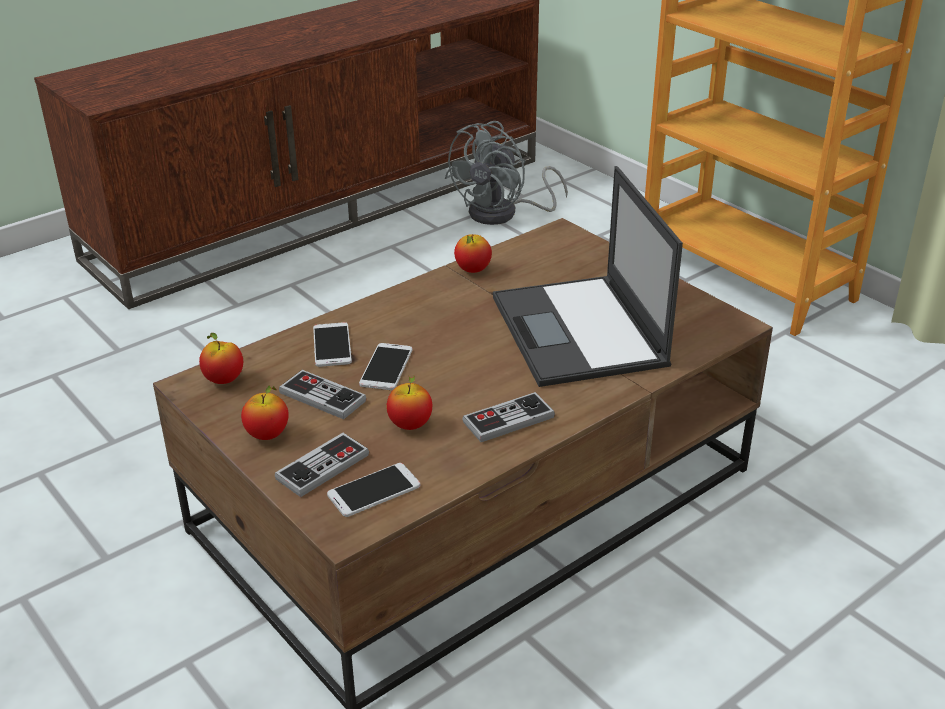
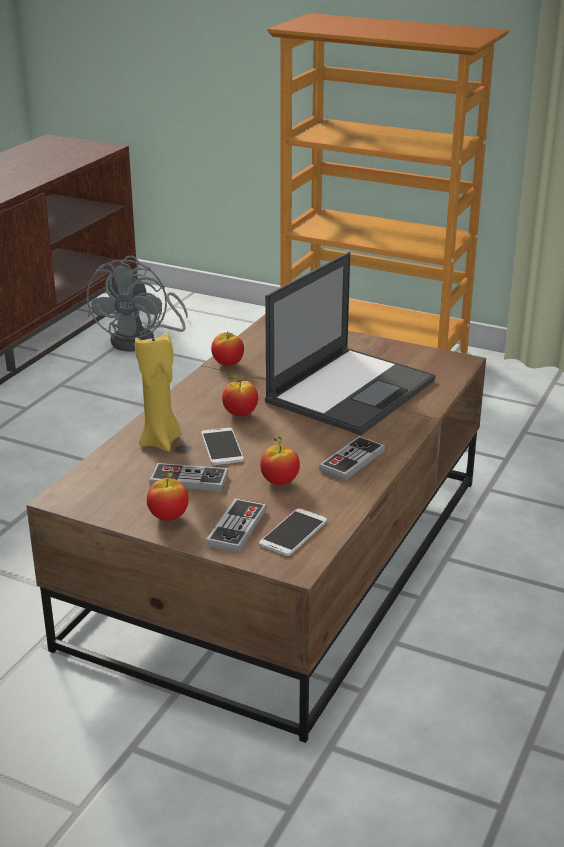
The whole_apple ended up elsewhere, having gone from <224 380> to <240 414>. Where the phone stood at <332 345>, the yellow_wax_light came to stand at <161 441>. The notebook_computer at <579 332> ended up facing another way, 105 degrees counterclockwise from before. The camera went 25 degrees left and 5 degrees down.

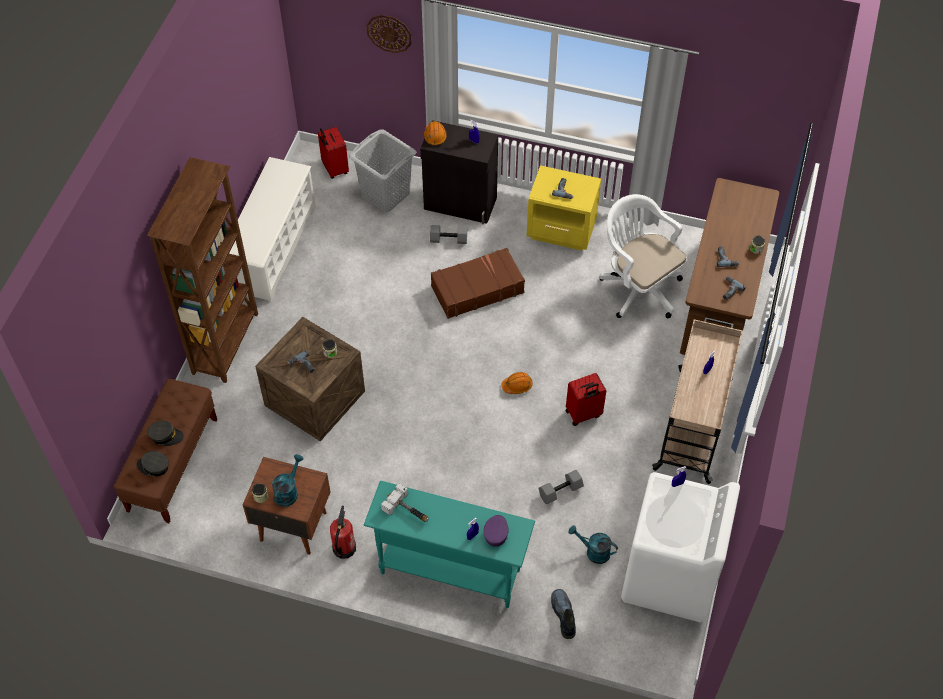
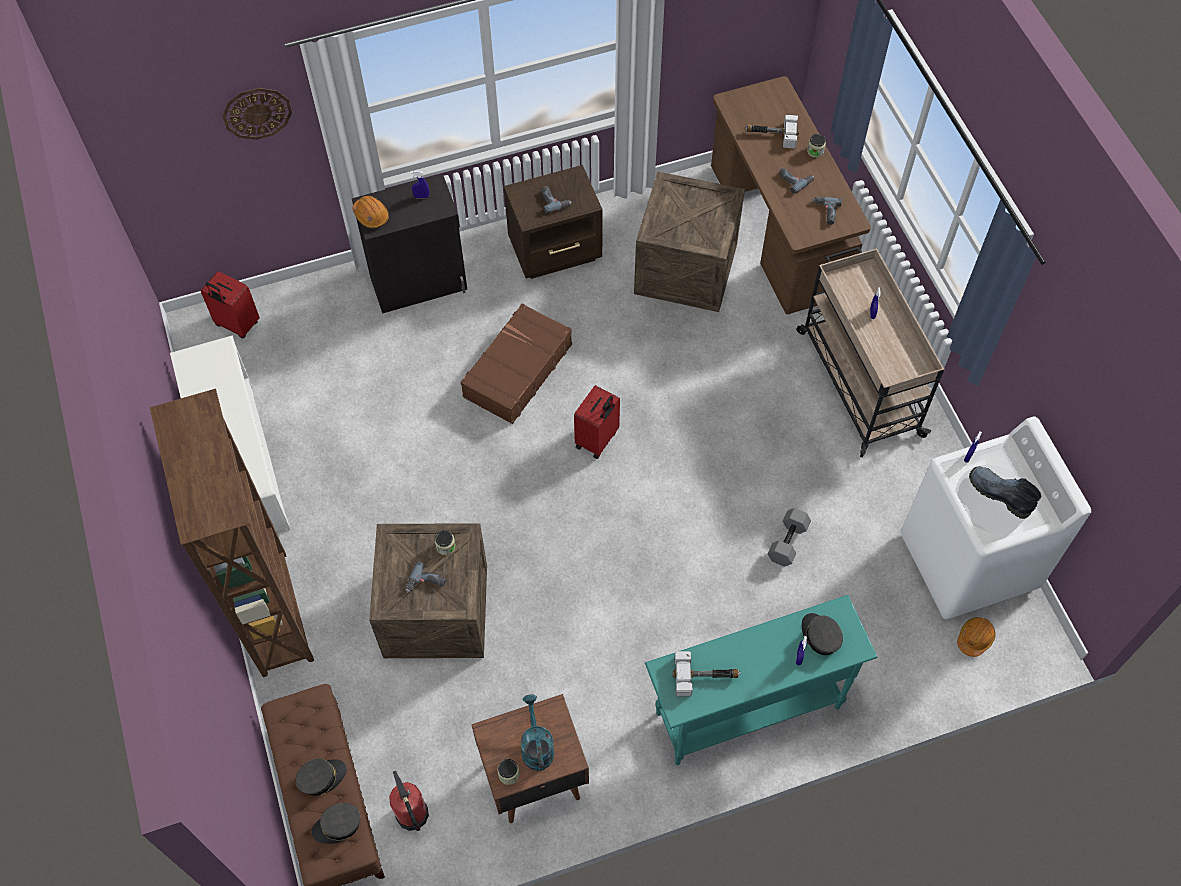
The second view lost the gray_washing_basket at <385 195>. The second view lost the gray_dumbbell at <449 239>. The second view lost the turquoise-coloured_watering_pot at <593 551>. The second view gained the hammer at <771 134>. The extinguisher ended up elsewhere, having gone from <344 548> to <412 815>. The orangey_work_helmet ended up elsewhere, having gone from <517 386> to <975 638>. The tall_boot ended up elsewhere, having gone from <563 614> to <998 494>. The reddish_piece_of_luggage ended up elsewhere, having gone from <583 414> to <597 440>. Where the white_desk_chair stood at <637 287>, the crate came to stand at <685 267>. What was the purple-coloured_cap at <496 532> turned into the gray_cap at <820 636>. What was the yellow_nightstand at <562 231> turned into the brown_nightstand at <556 251>. The camera went 35 degrees left and 5 degrees up.

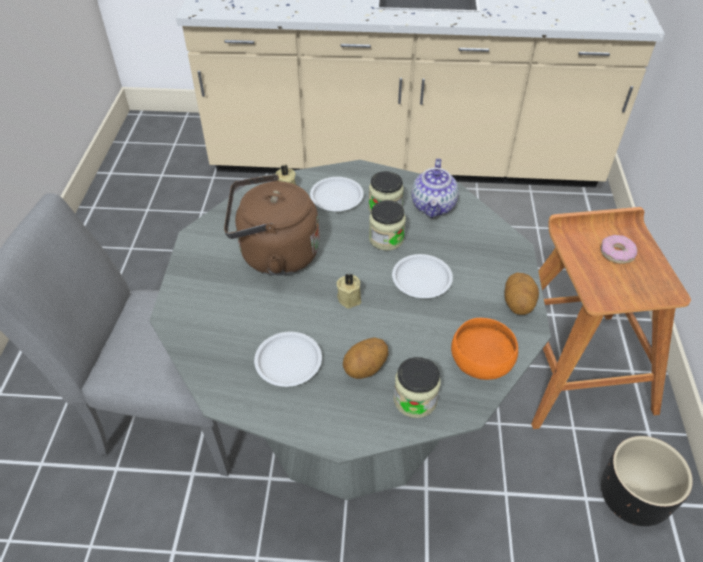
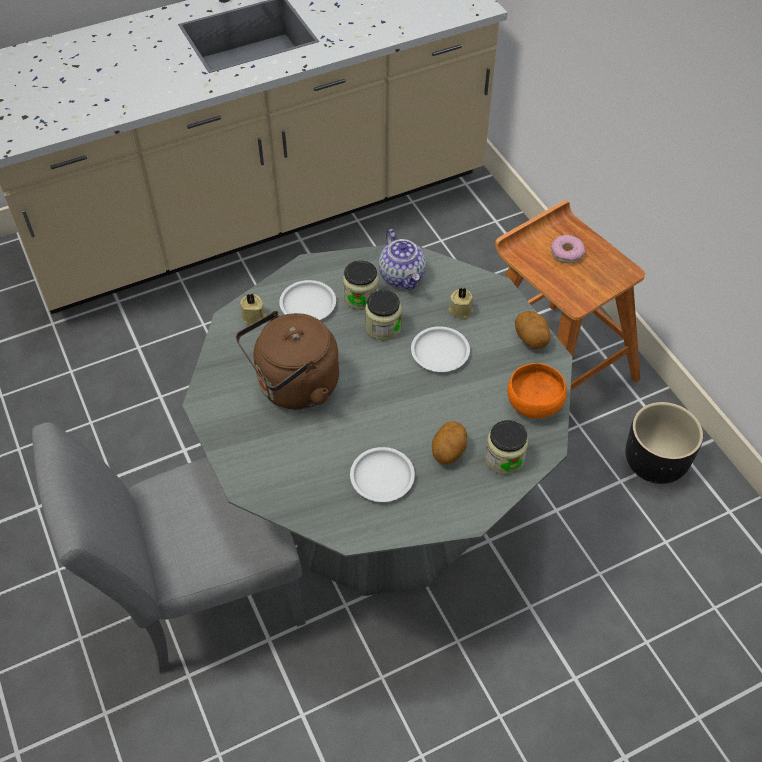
The sand-coloured_wax_light ended up elsewhere, having gone from <350 297> to <460 309>. The camera went 30 degrees left and 5 degrees up.

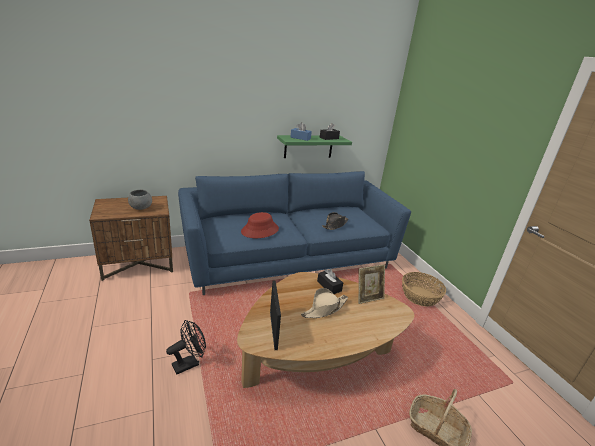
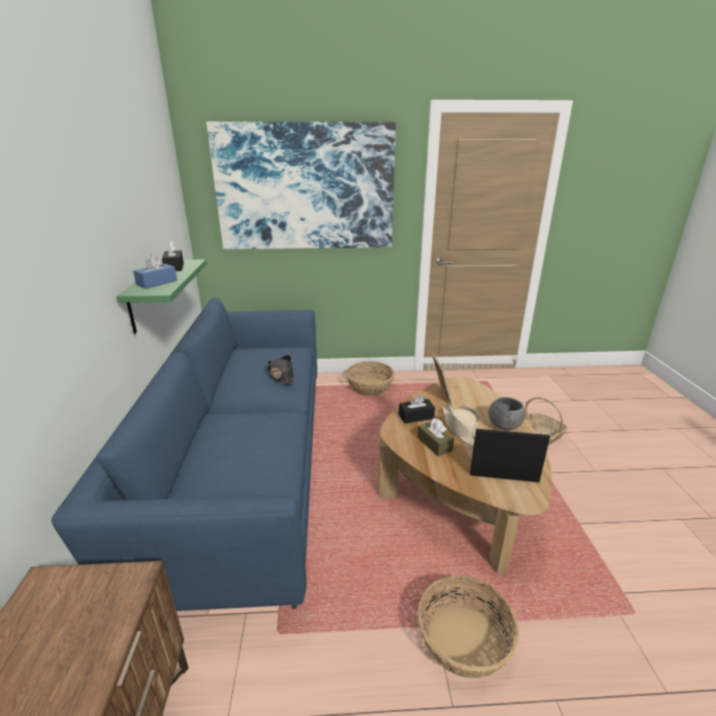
The second view lost the reddish_wearable_hat at <260 230>. The second view gained the picture at <305 188>. The second view gained the brown_tissue_holder at <434 444>. The gray_deep_dish ended up elsewhere, having gone from <140 208> to <504 426>. Where the black_fan stood at <189 363>, the storage_basket came to stand at <463 640>. The camera went 70 degrees left and 0 degrees up.

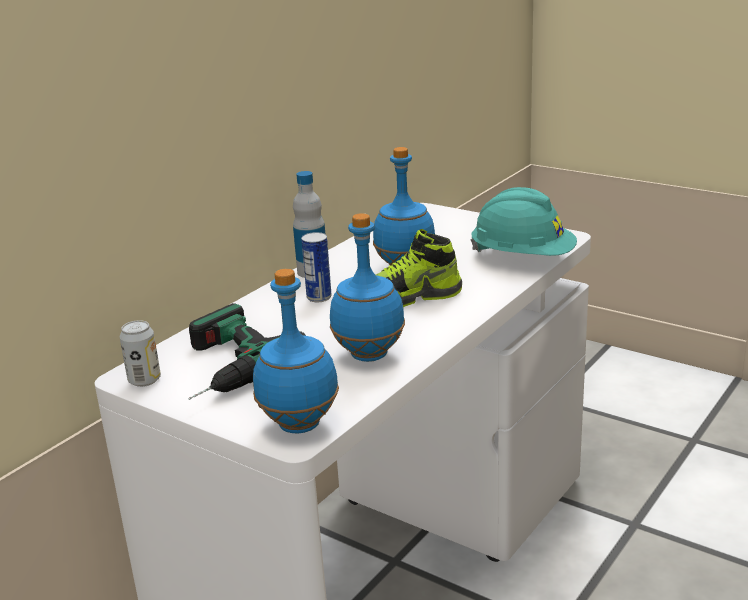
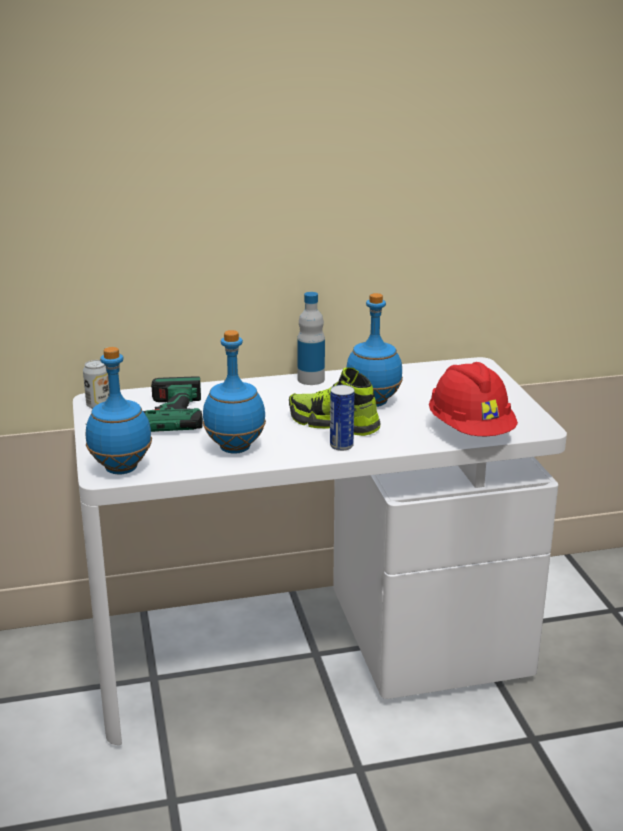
The can ended up elsewhere, having gone from <319 297> to <341 446>. What was the turquoise-coloured_work_helmet at <523 258> turned into the reddish_work_helmet at <470 431>. The camera went 40 degrees right and 0 degrees up.

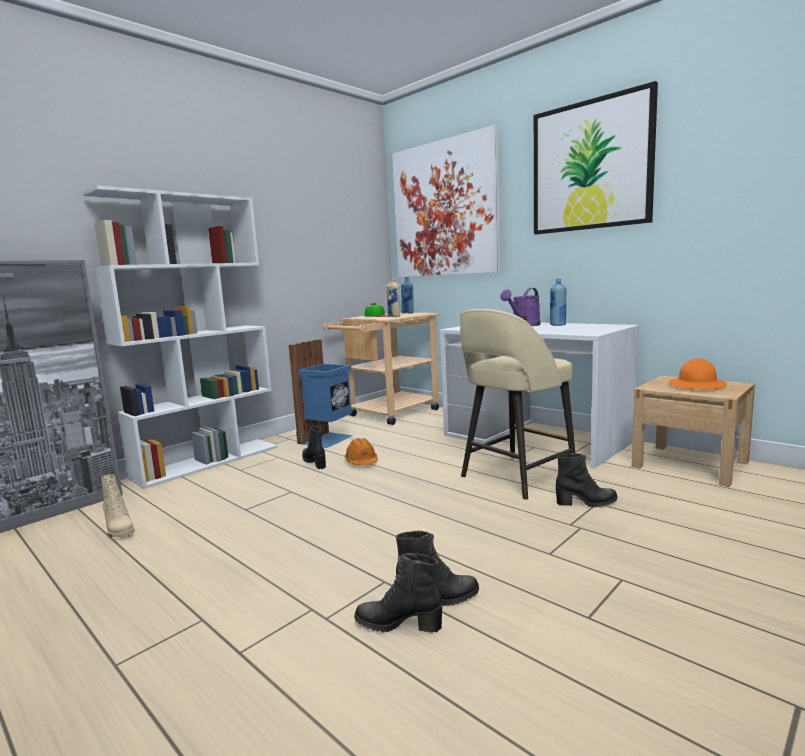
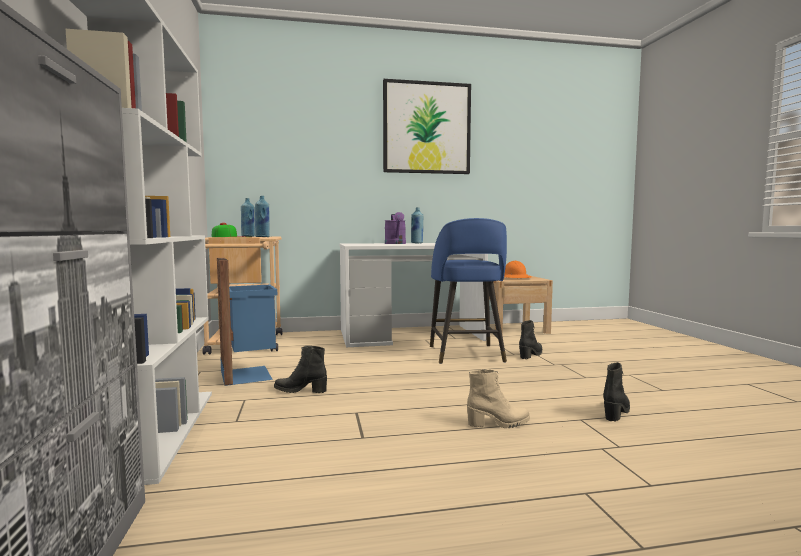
The second view lost the orangey_work_helmet at <361 462>. The second view lost the black_tall_boot at <398 624>. The second view lost the picture at <445 209>. The sand-coloured_tall_boot ended up elsewhere, having gone from <118 529> to <498 424>. What was the sand-coloured_bottle at <394 317> turned into the blue_bottle at <262 237>. What was the sand-coloured_stool at <515 477> turned into the blue_stool at <466 355>. The camera went 55 degrees left and 5 degrees down.

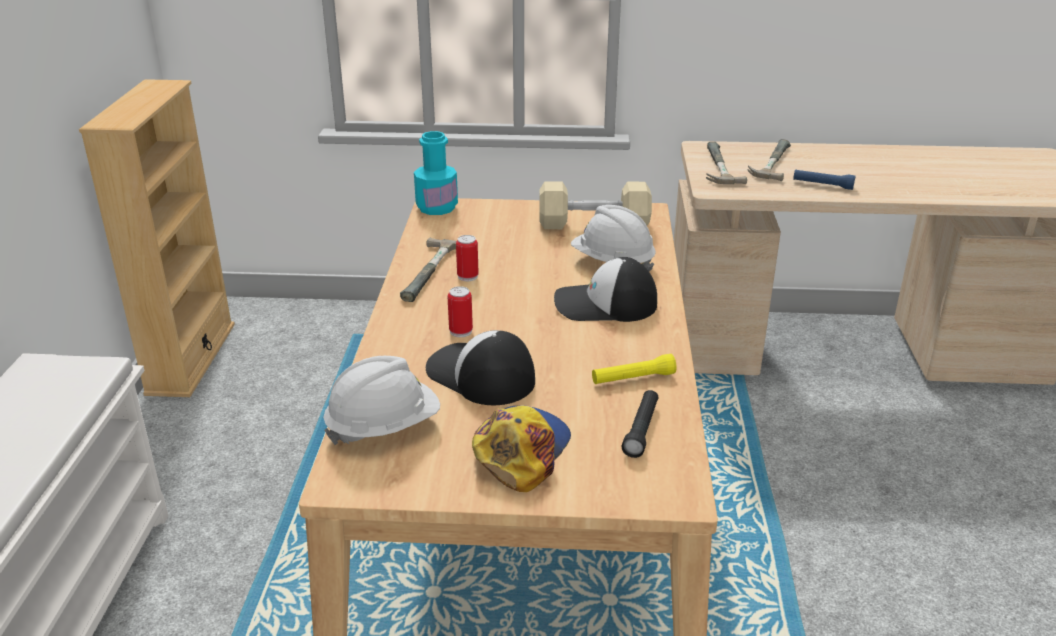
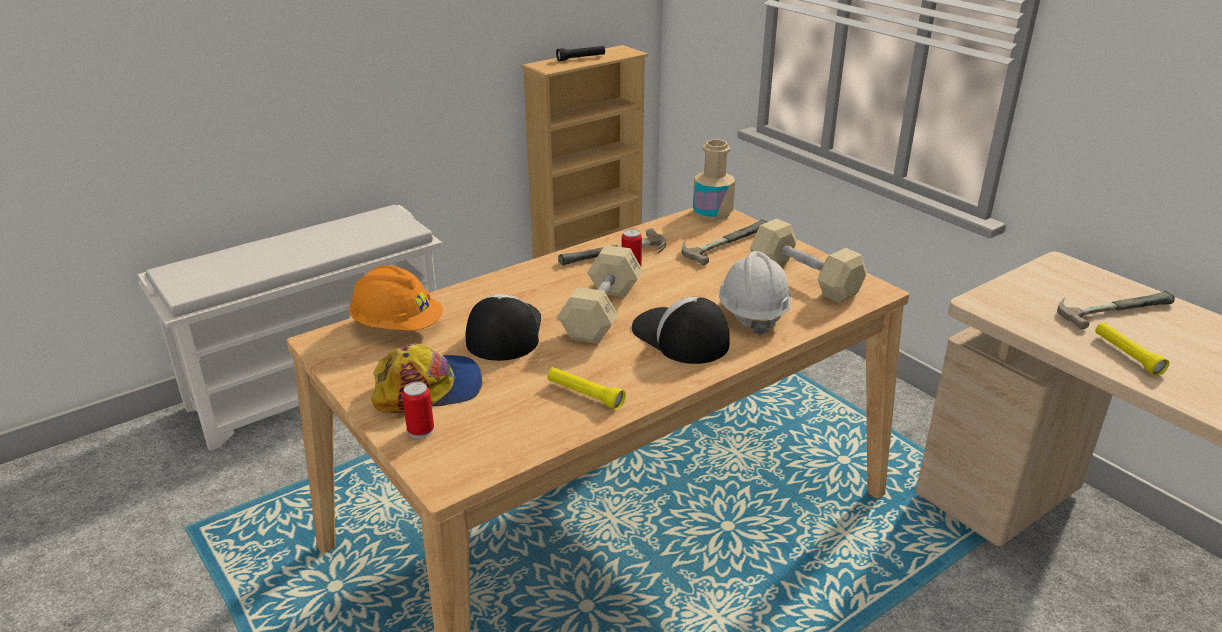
The second view gained the sand-coloured_dumbbell at <602 312>. The can ended up elsewhere, having gone from <461 331> to <420 431>. The black_hand_torch ended up elsewhere, having gone from <641 430> to <581 58>. The hammer ended up elsewhere, having gone from <714 167> to <722 242>. What was the white_work_helmet at <383 427> turned into the orangey_work_helmet at <397 327>. What was the turquoise-coloured_bottle at <437 207> turned into the sand-coloured_bottle at <712 213>. What was the blue_hand_torch at <822 185> turned into the yellow_hand_torch at <1127 355>. The camera went 50 degrees right and 0 degrees up.

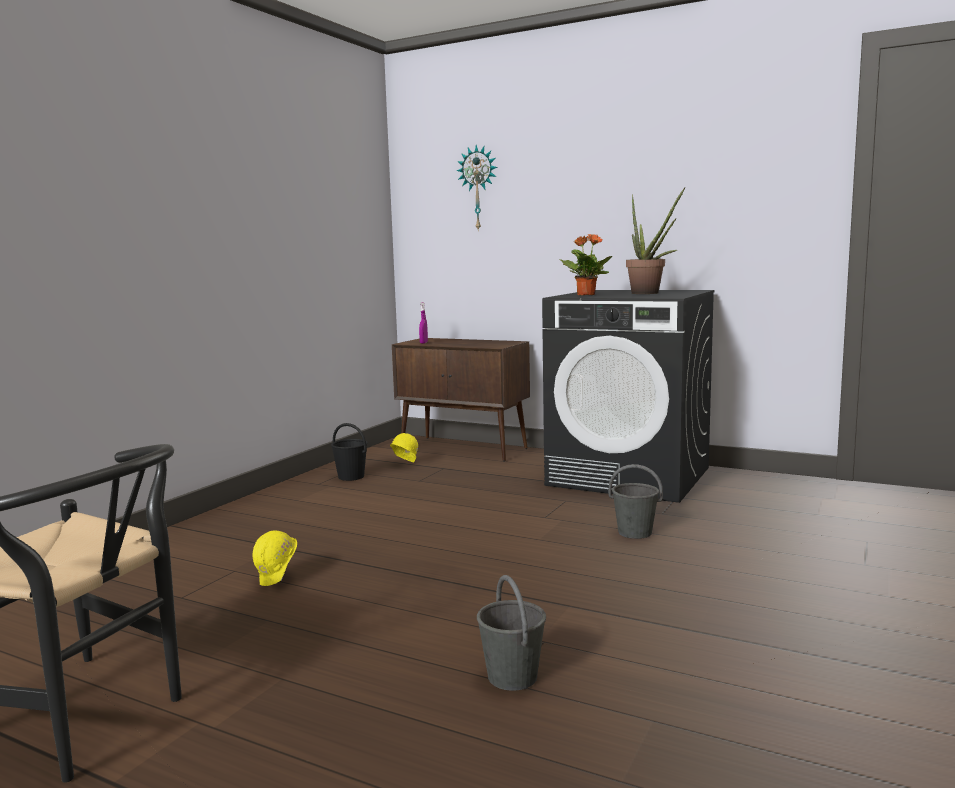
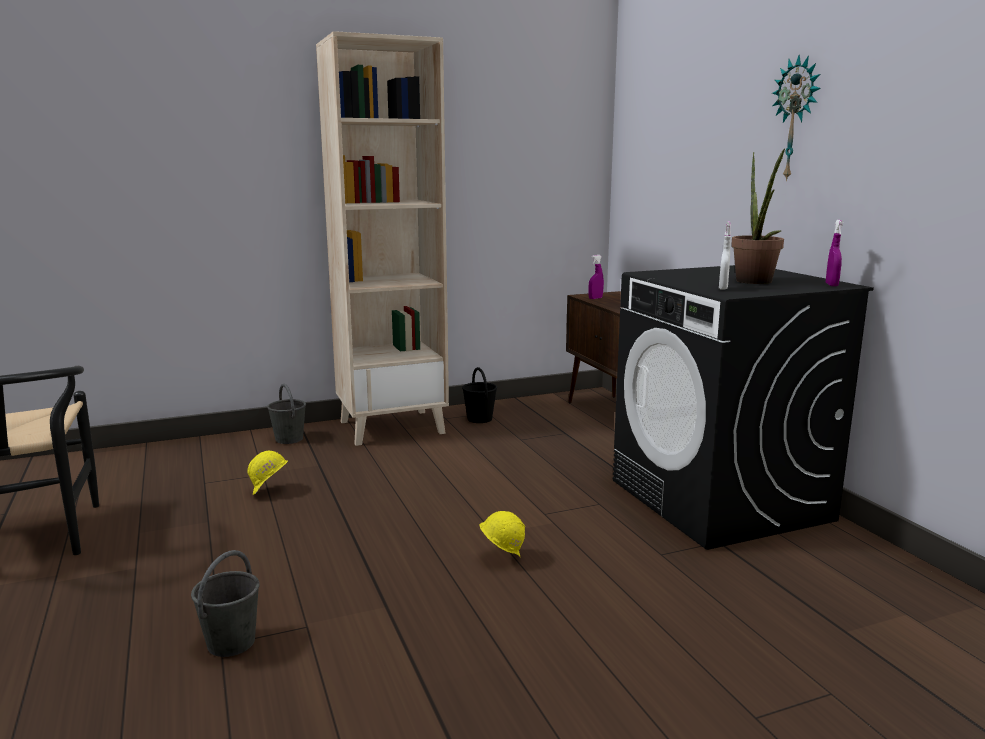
The second view lost the plant_in_a_pot at <586 294>. The second view gained the sand-coloured_bookshelf at <392 427>. The second view gained the white_spray_bottle at <723 288>. The second view gained the purple-coloured_spray_bottle at <831 285>. The yellow_work_helmet ended up elsewhere, having gone from <404 465> to <501 557>. The clock_on_the_wall ended up elsewhere, having gone from <478 188> to <796 119>. The gray_pail ended up elsewhere, having gone from <635 532> to <289 439>. The camera went 40 degrees right and 5 degrees up.

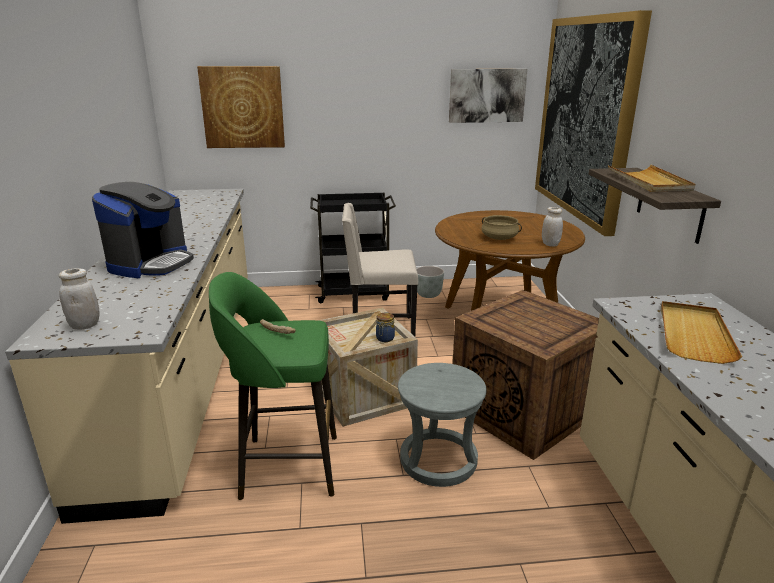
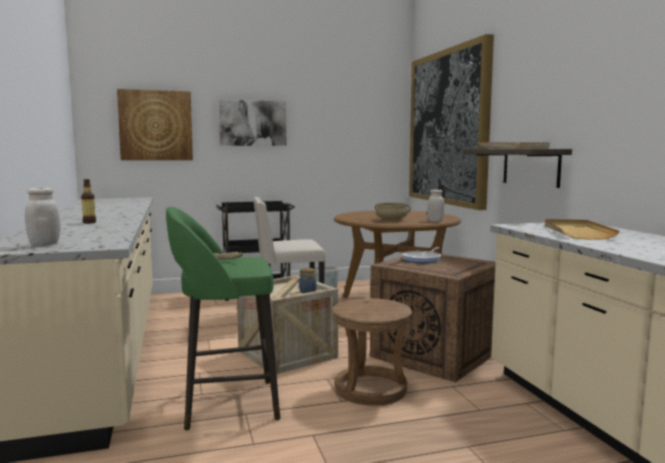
The second view gained the frying_pan at <422 259>. The picture ended up elsewhere, having gone from <487 95> to <252 123>. Where the coffee_maker stood at <151 264>, the bottle came to stand at <89 222>. What was the gray_stool at <438 460> turned into the brown_stool at <371 389>. The camera went 10 degrees left and 15 degrees down.

